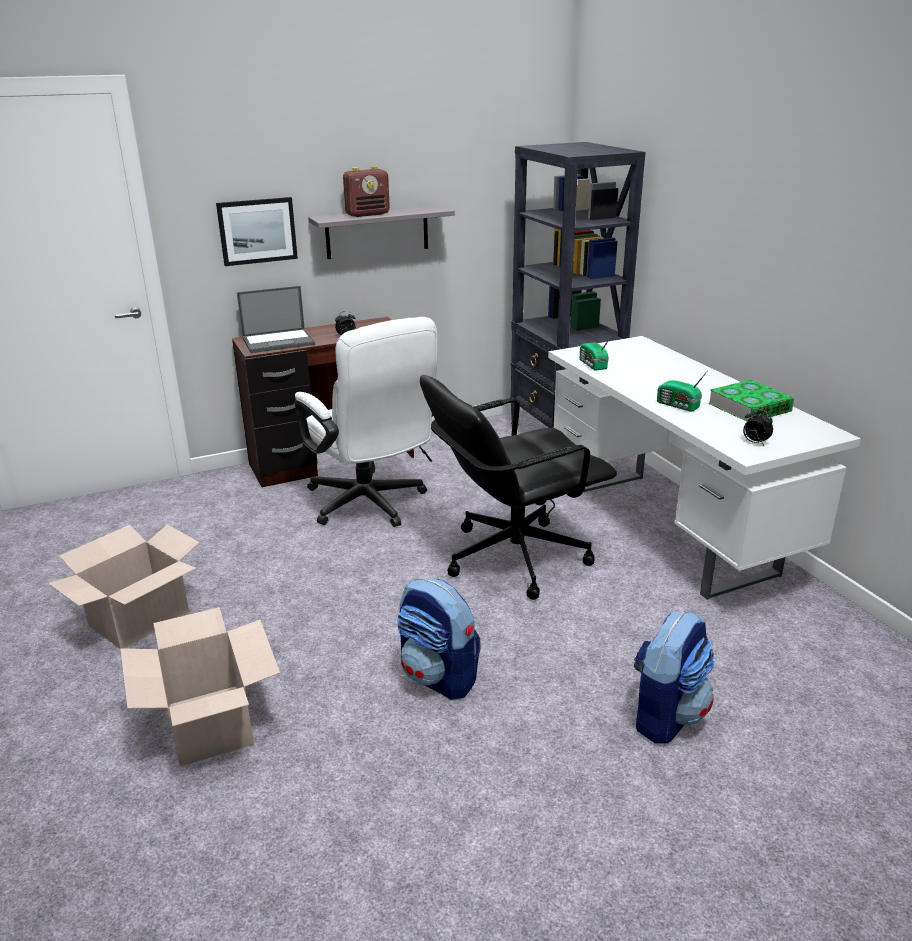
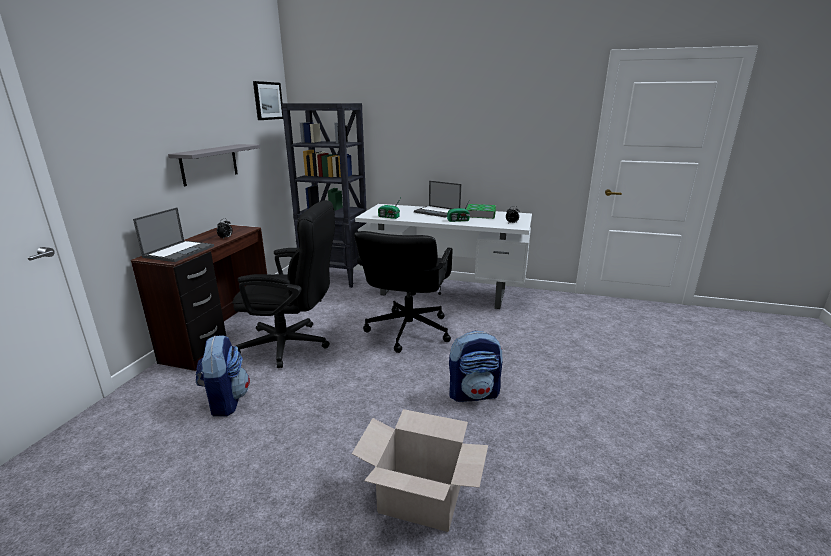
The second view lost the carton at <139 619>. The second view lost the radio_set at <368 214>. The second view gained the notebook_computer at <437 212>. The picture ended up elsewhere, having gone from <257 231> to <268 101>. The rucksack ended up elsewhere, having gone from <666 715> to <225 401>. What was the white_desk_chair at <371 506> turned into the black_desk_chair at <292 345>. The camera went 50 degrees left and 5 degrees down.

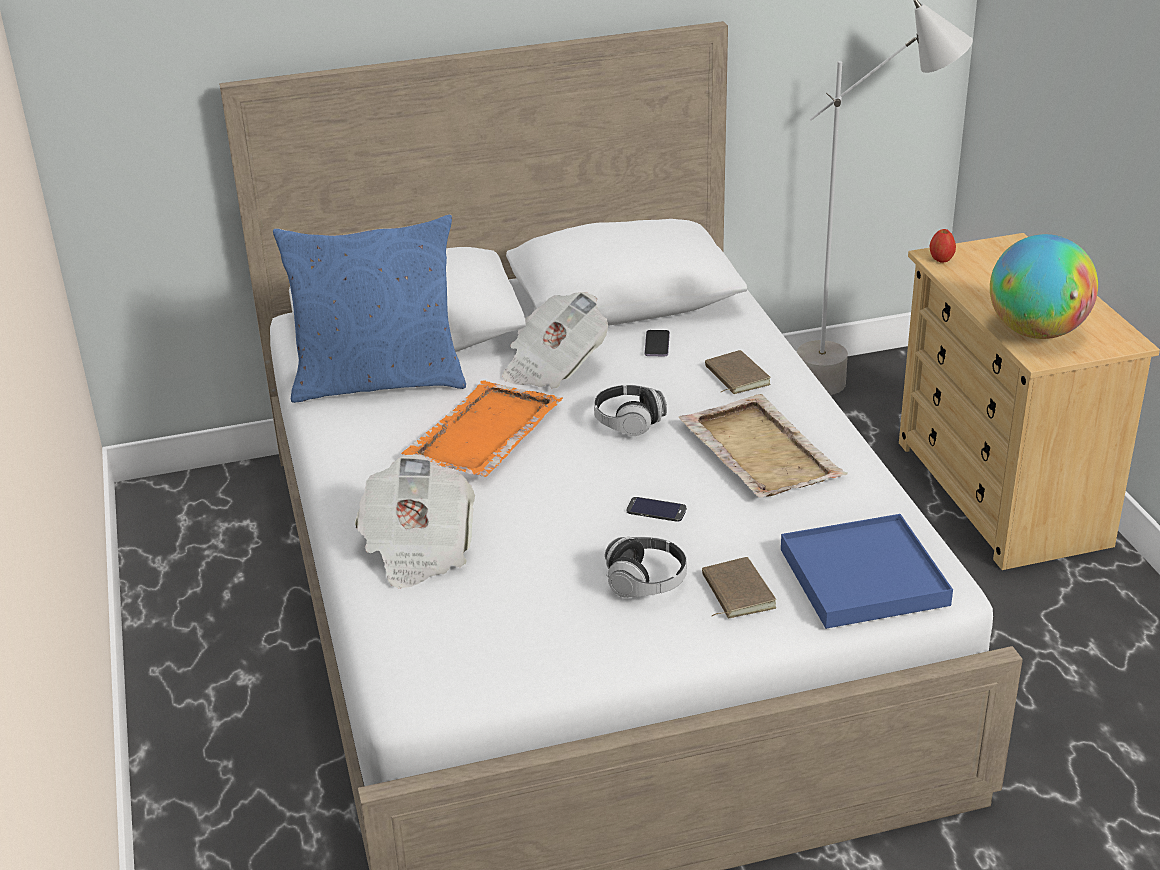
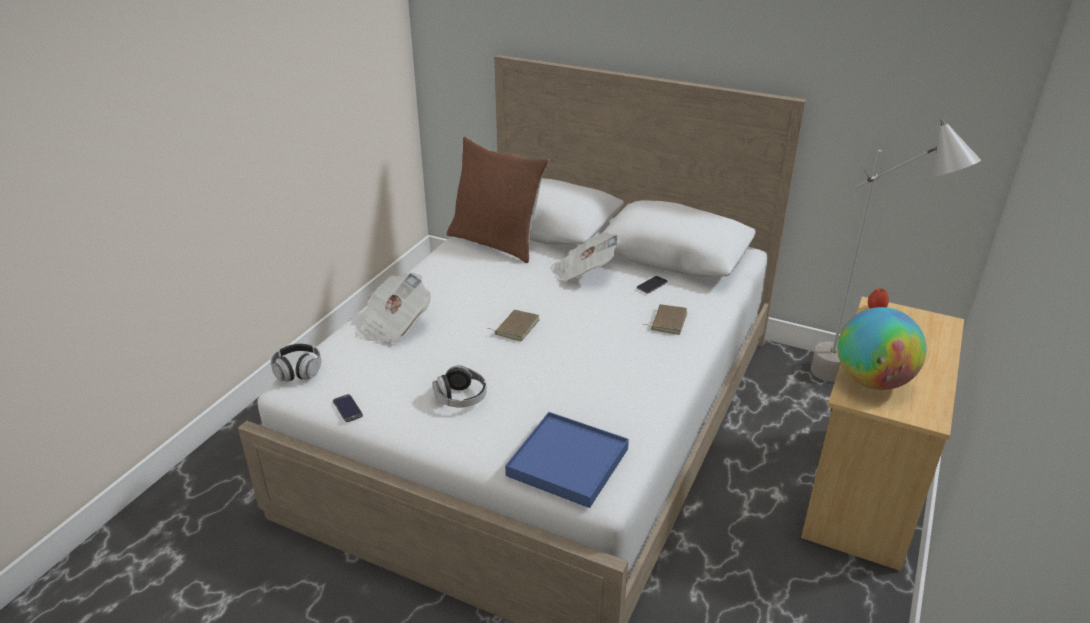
The second view lost the orangey_carrying_tray at <483 434>. The second view lost the sand-coloured_carrying_tray at <759 450>. The headphones ended up elsewhere, having gone from <629 422> to <298 371>. The phone ended up elsewhere, having gone from <656 510> to <347 408>. The brown_bound_book ended up elsewhere, having gone from <735 592> to <516 327>. What was the blue_throw_pillow at <379 380> turned into the brown_throw_pillow at <496 242>. The camera went 40 degrees right and 0 degrees up.

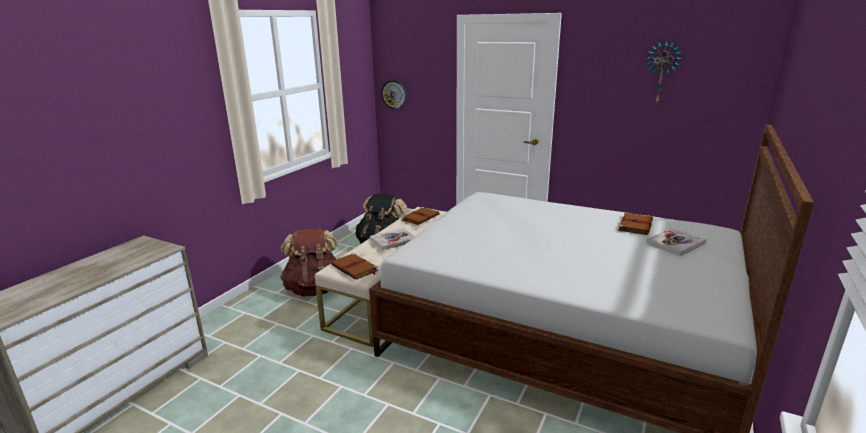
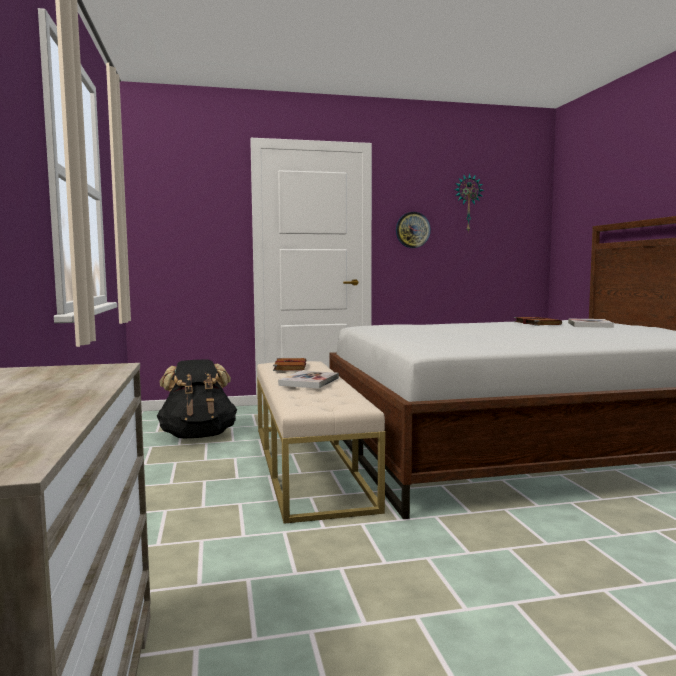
The second view lost the brown_rucksack at <314 289>. The second view lost the brown_bound_book at <355 268>. The clock_on_the_wall ended up elsewhere, having gone from <394 94> to <412 230>. The camera went 40 degrees left and 15 degrees down.

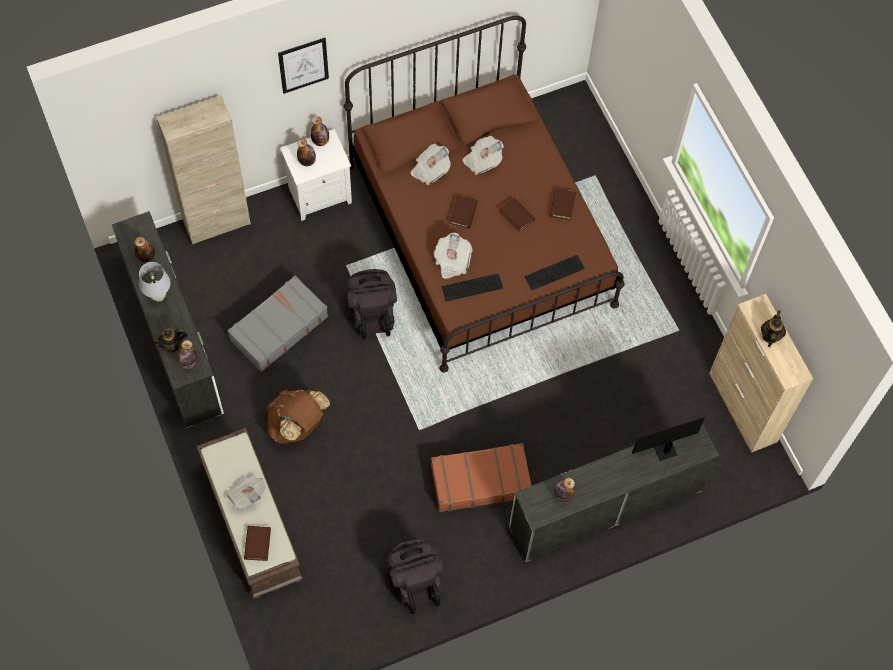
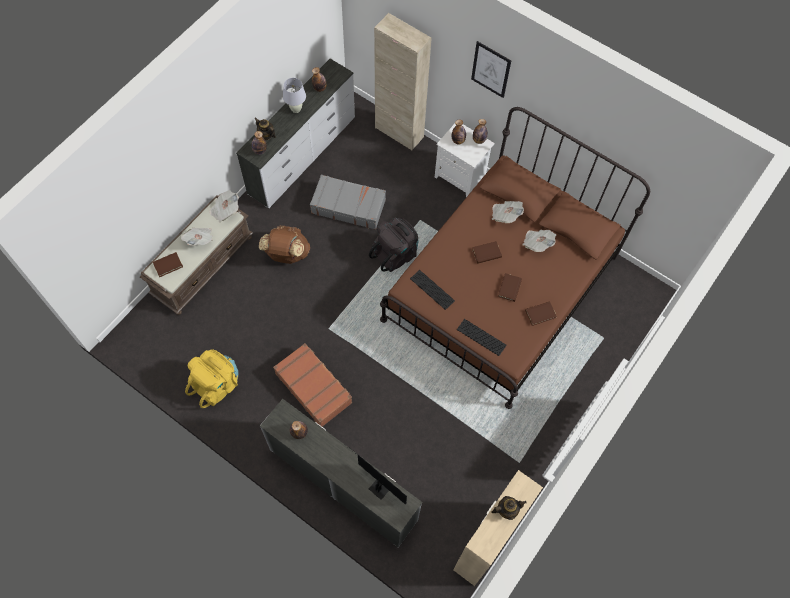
The newspaper ended up elsewhere, having gone from <452 261> to <225 210>. What was the black_rucksack at <414 580> turned into the yellow_rucksack at <217 384>. The camera went 60 degrees right and 0 degrees up.

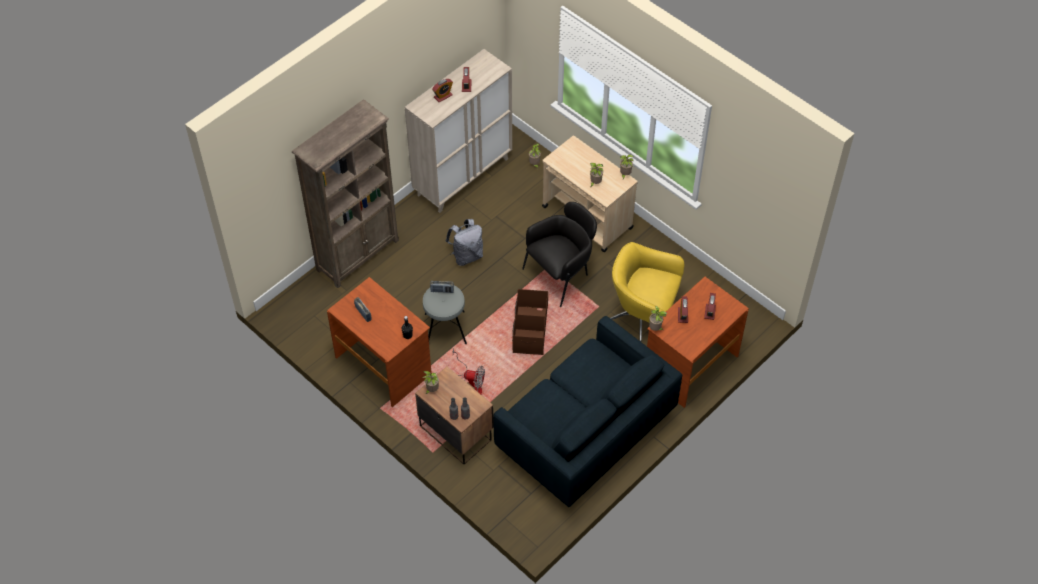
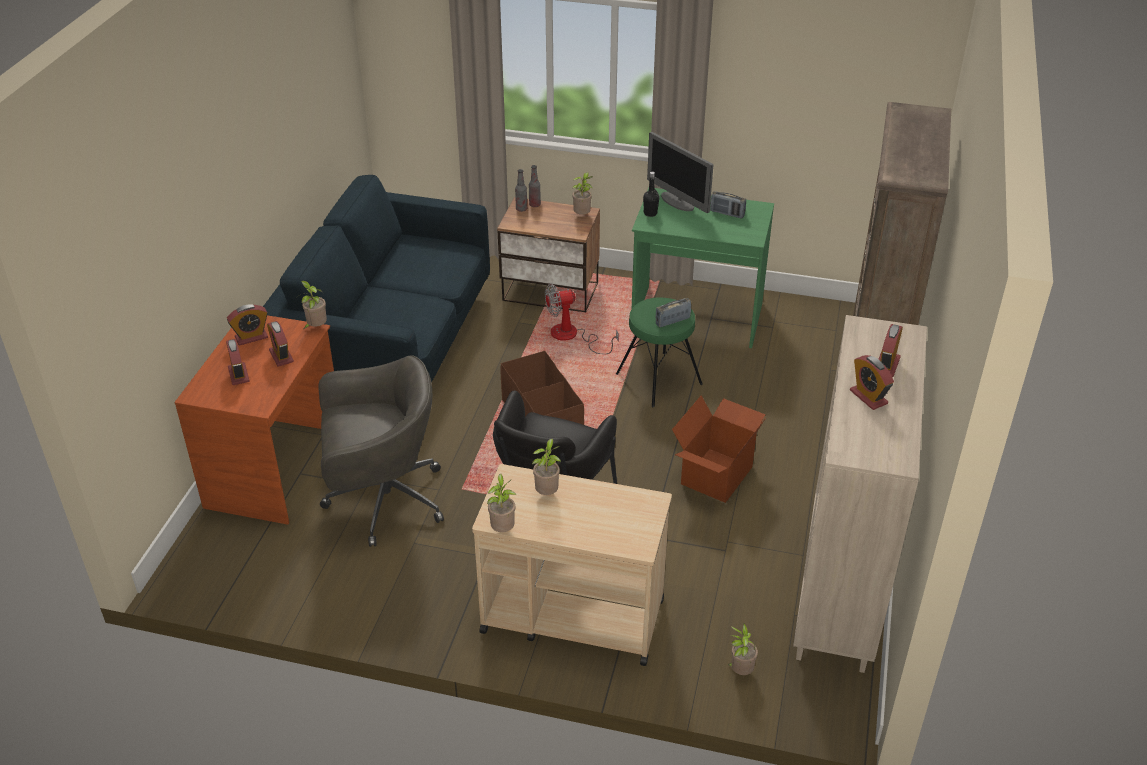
The second view gained the bedside_clock at <251 337>. The second view gained the computer_display at <677 202>. Where the gray_rucksack stood at <466 255>, the carton came to stand at <715 475>. What was the brown_desk_table at <384 365> turned into the green-coloured_desk_table at <696 317>. What was the gray_stool at <445 329> turned into the green-coloured_stool at <658 379>. What was the yellow_desk_chair at <642 318> turned into the gray_desk_chair at <383 500>. The camera went 150 degrees right and 15 degrees down.

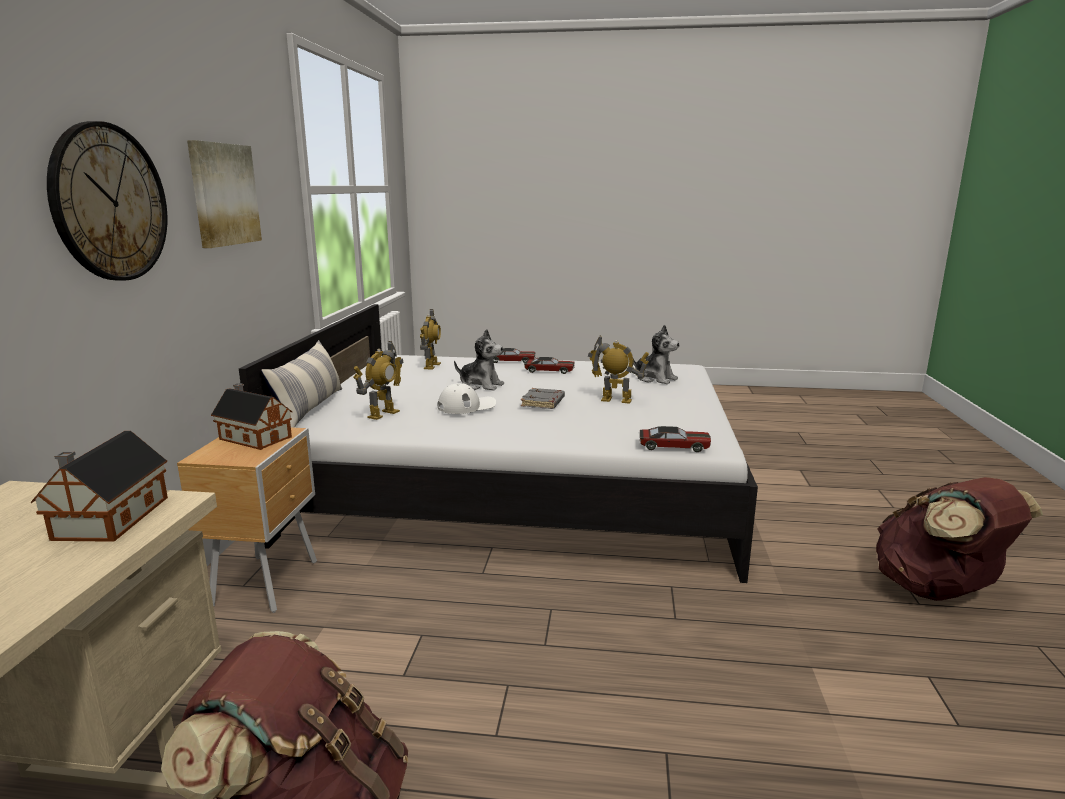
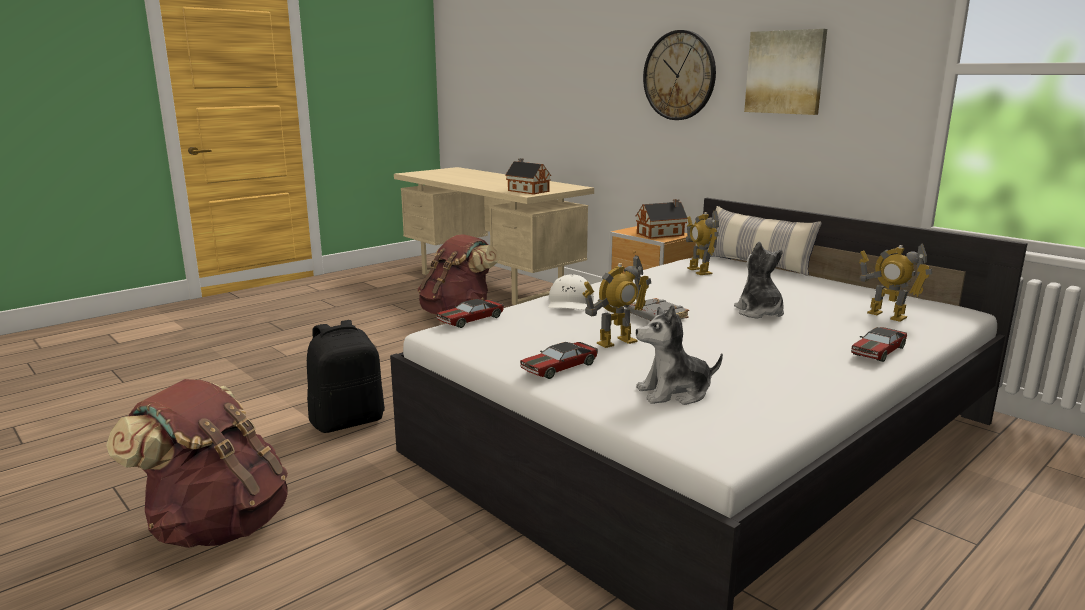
The second view gained the black_rucksack at <348 421>. The white_cap ended up elsewhere, having gone from <466 406> to <570 302>. The toy_car ended up elsewhere, having gone from <549 371> to <559 367>. The plush_toy at <481 385> ended up facing another way, 105 degrees clockwise from before. The camera went 130 degrees right and 0 degrees up.

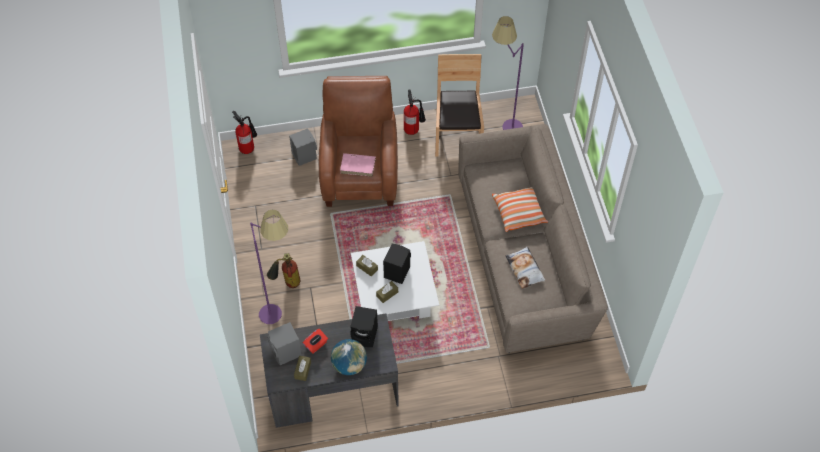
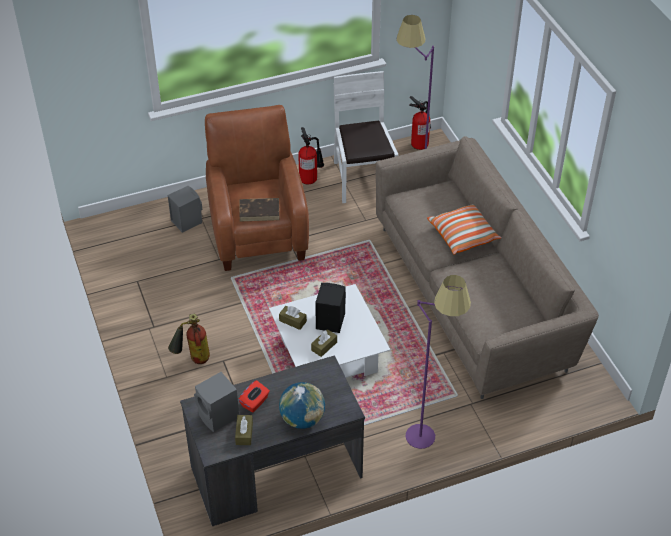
The second view lost the black_speaker at <365 335>. The second view lost the throw_pillow at <525 269>. The extinguisher ended up elsewhere, having gone from <248 147> to <420 144>. The purple-coloured_standing_lamp ended up elsewhere, having gone from <279 309> to <430 428>. What was the pinkish_bound_book at <358 166> turned into the brown_bound_book at <260 211>. What was the brown_chair at <457 135> turned into the white_chair at <363 179>. The camera went 10 degrees left and 10 degrees down.

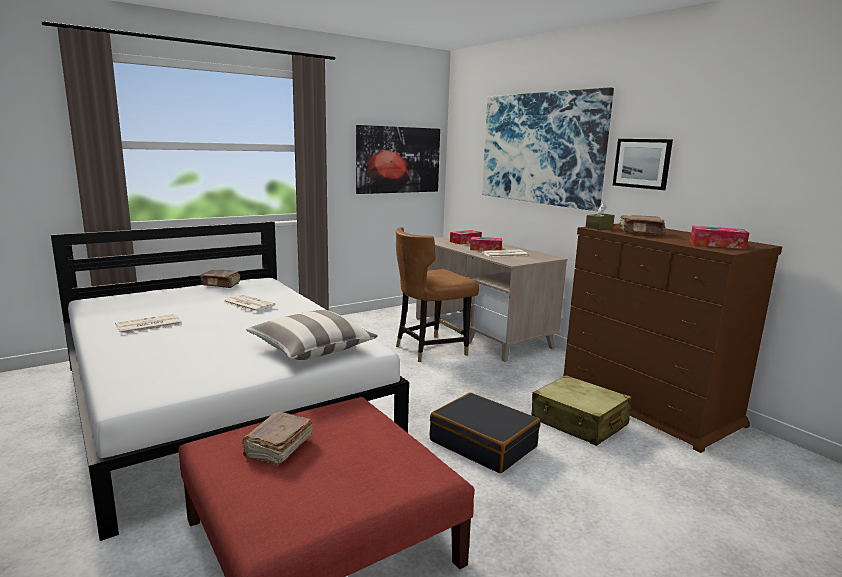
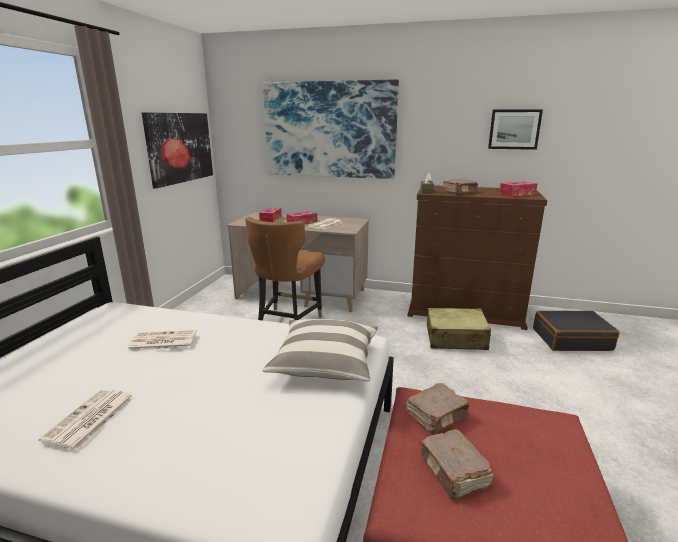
The brown_bound_book ended up elsewhere, having gone from <221 285> to <437 416>. The black_piece_of_luggage ended up elsewhere, having gone from <483 444> to <571 339>. The picture ended up elsewhere, having gone from <642 163> to <514 129>. The camera went 40 degrees left and 5 degrees up.

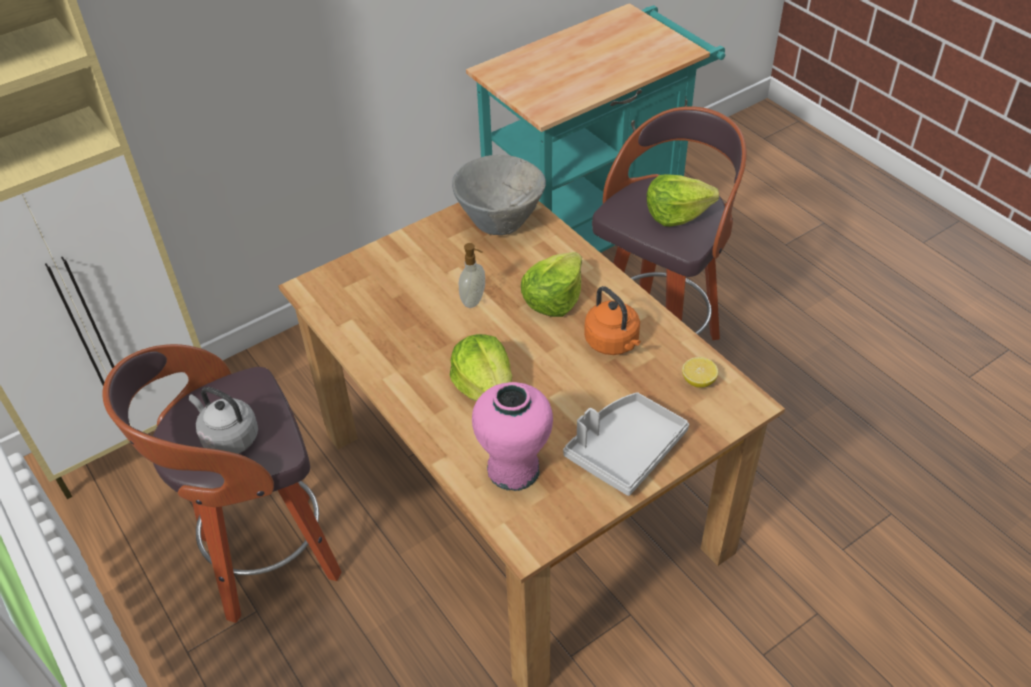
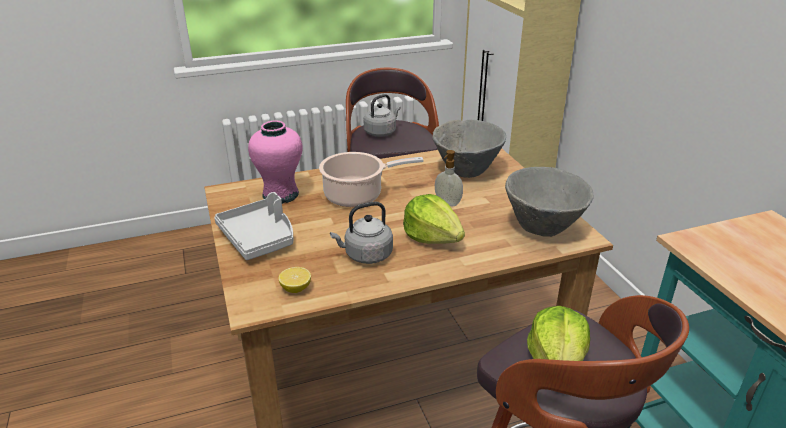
The second view gained the gray_deep_dish at <466 171>. Where the head_of_lettuce stood at <485 386>, the saucepot came to stand at <357 195>. What was the orangey_kettle at <613 343> turned into the gray_kettle at <366 255>. The camera went 105 degrees right and 15 degrees down.

